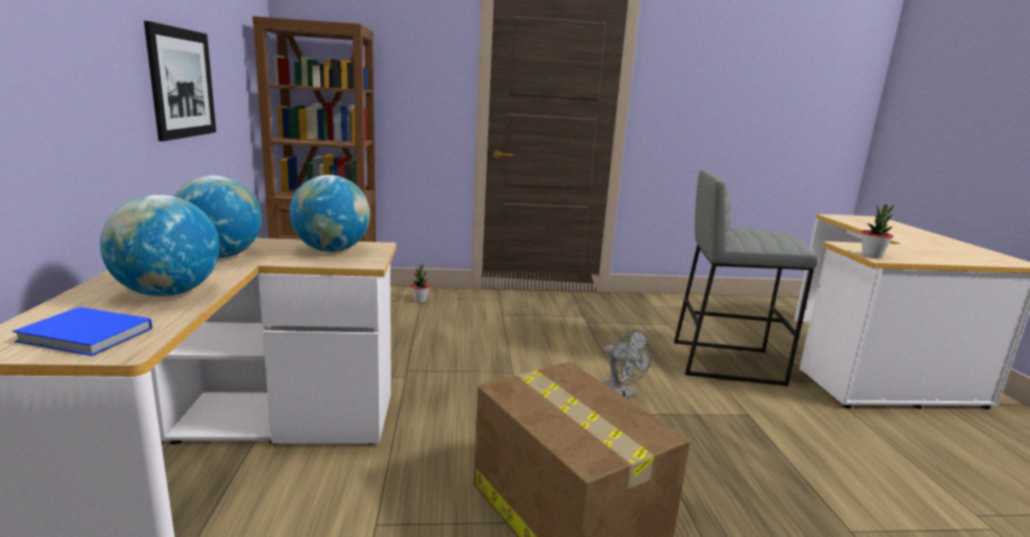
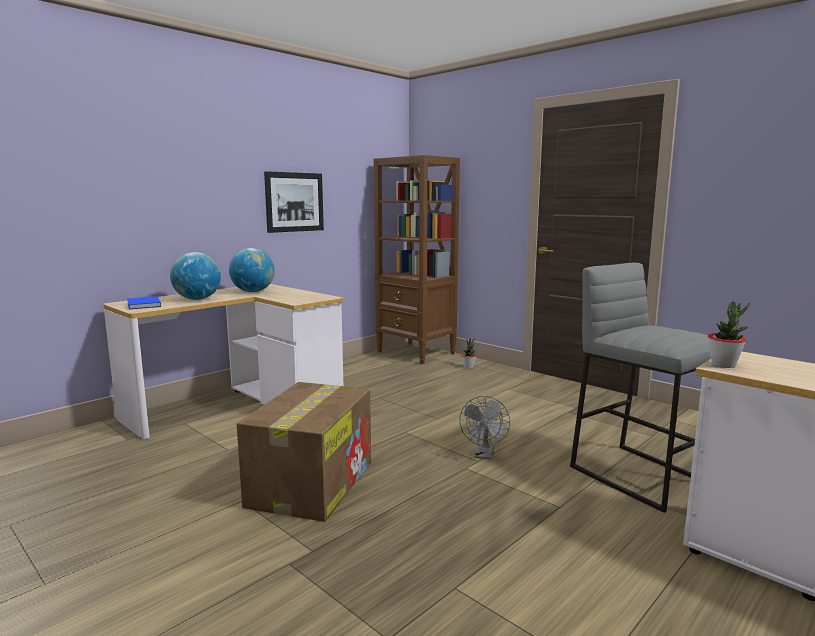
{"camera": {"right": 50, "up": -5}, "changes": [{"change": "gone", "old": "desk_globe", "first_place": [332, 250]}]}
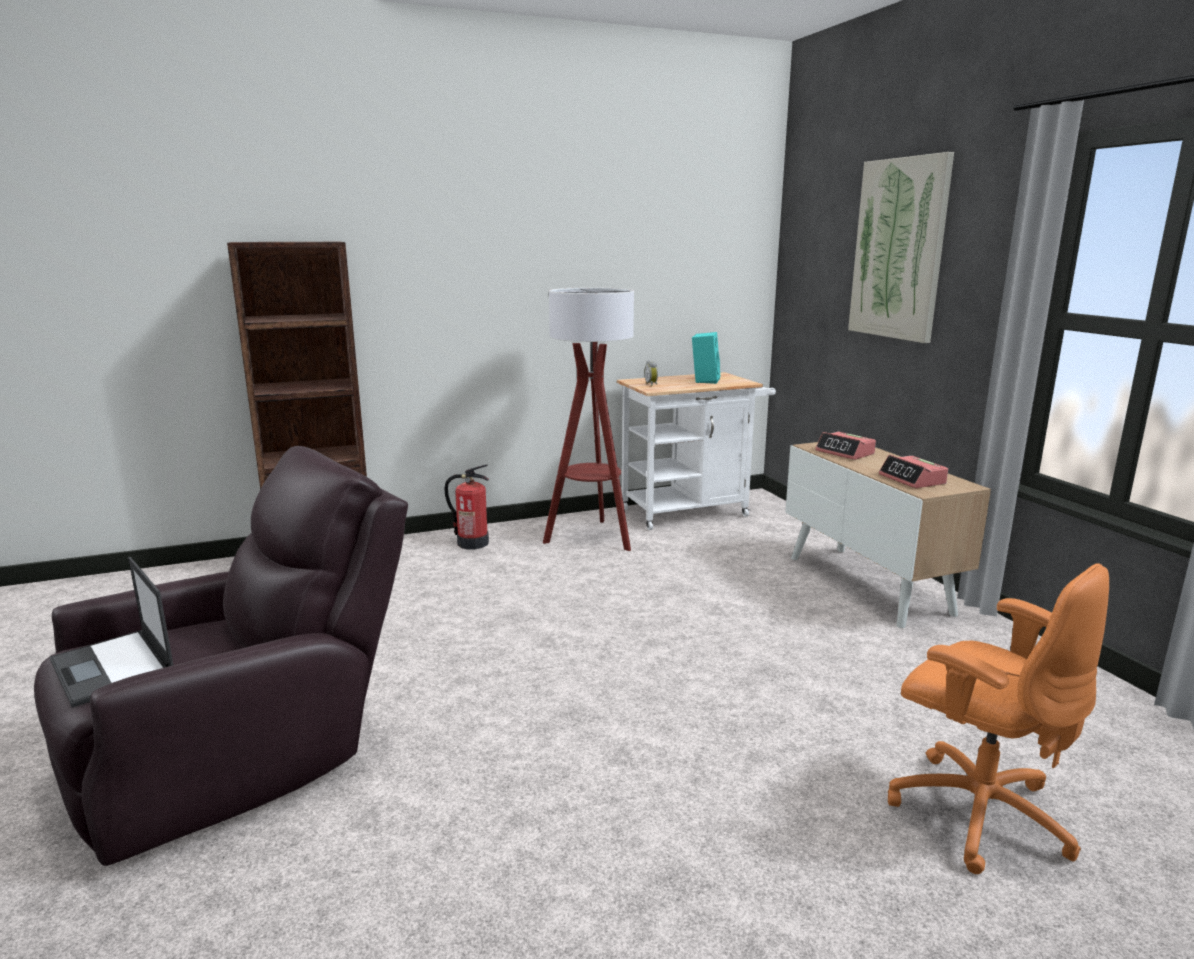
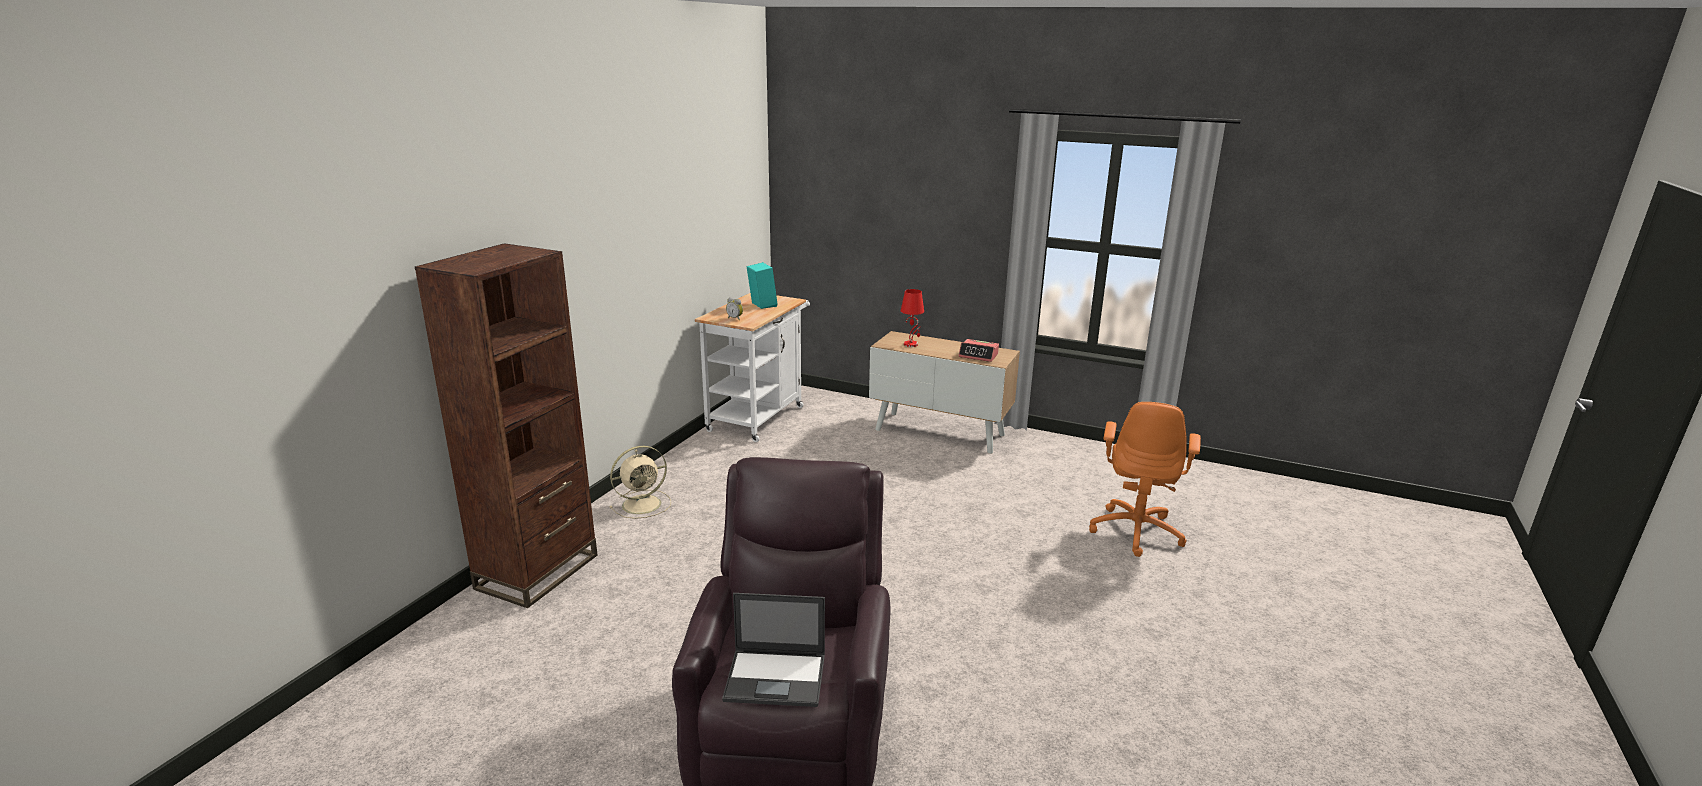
{"camera": {"right": -45, "up": 5}, "changes": [{"change": "gone", "old": "wall_picture", "first_place": [899, 249]}, {"change": "gone", "old": "standing_lamp", "first_place": [592, 537]}, {"change": "swapped", "old": "alarm_clock", "new": "reddish_table_lamp", "first_place": [845, 452], "second_place": [911, 344]}, {"change": "swapped", "old": "fire_extinguisher", "new": "beige-coloured_fan", "first_place": [472, 543], "second_place": [643, 504]}, {"change": "rotated", "old": "orangey_computer_chair", "first_place": [976, 811], "second_place": [1136, 531], "degrees": 105}]}
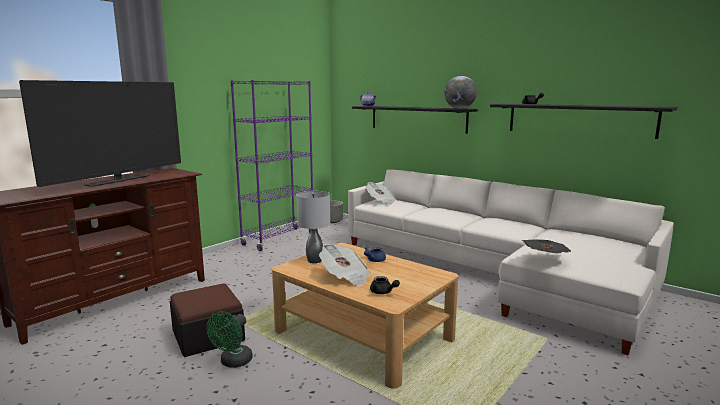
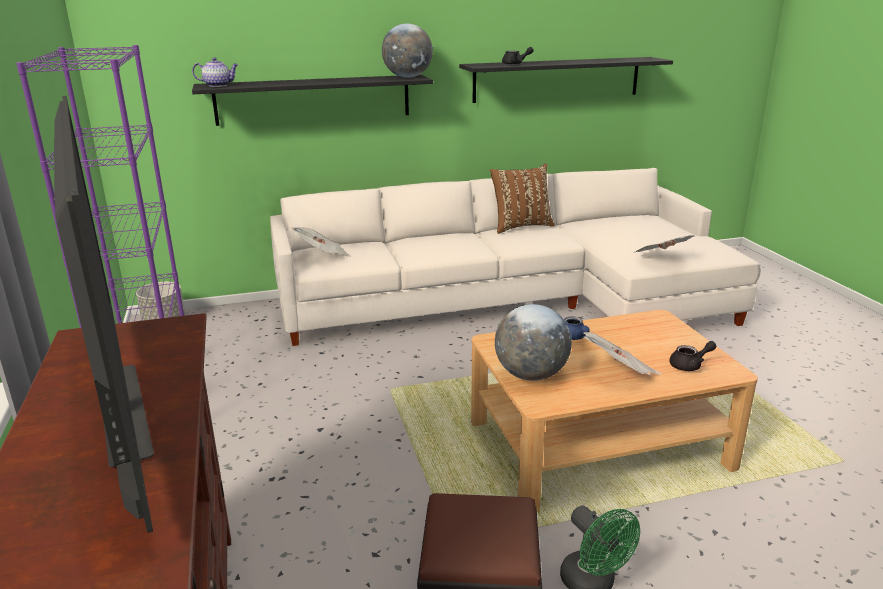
{"camera": {"right": -55, "up": 10}, "changes": [{"change": "swapped", "old": "greyish_table_lamp", "new": "desk_globe", "first_place": [315, 260], "second_place": [531, 375]}, {"change": "new", "new": "brown_cushion", "second_place": [520, 226]}]}
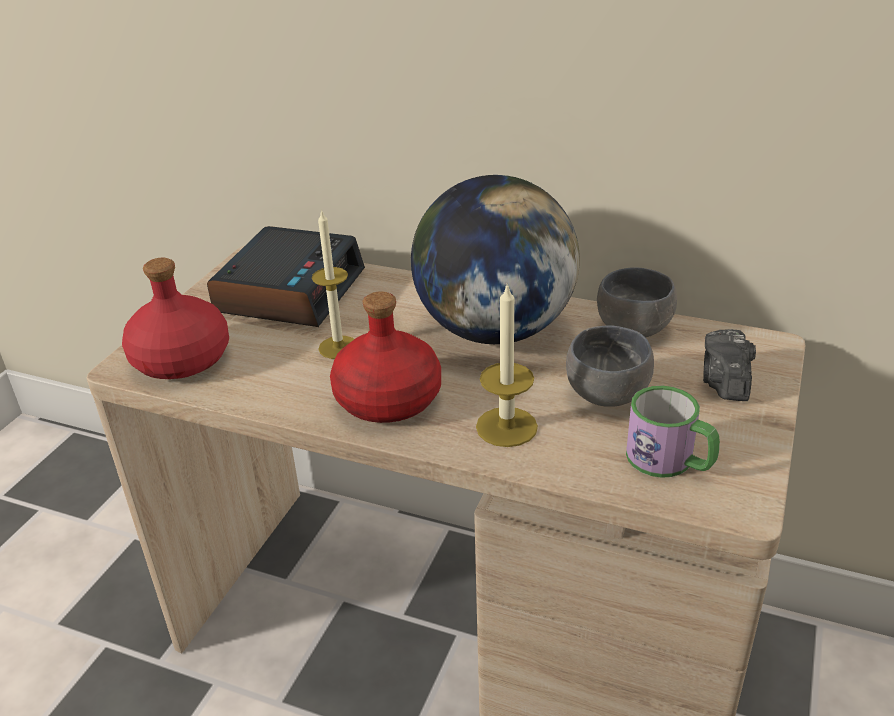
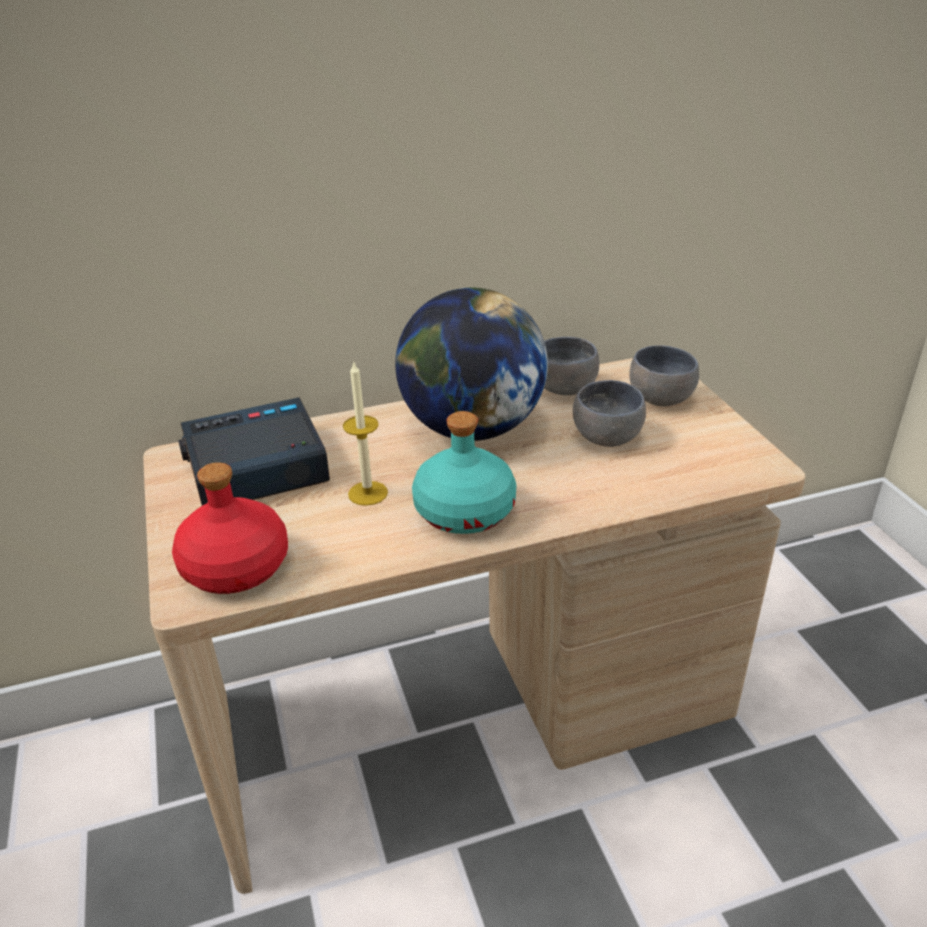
{"camera": {"right": -40, "up": 0}, "changes": [{"change": "rotated", "old": "alarm_clock", "first_place": [290, 290], "second_place": [255, 469], "degrees": -90}, {"change": "gone", "old": "wax_candle", "first_place": [506, 427]}, {"change": "repainted", "old": "reddish_beverage_bottle", "new": "blue-green_beverage_bottle", "first_place": [388, 400], "second_place": [466, 512]}, {"change": "swapped", "old": "photo_camera", "new": "greyish_serving_bowl", "first_place": [725, 383], "second_place": [663, 399]}, {"change": "gone", "old": "coffee_mug", "first_place": [670, 461]}]}
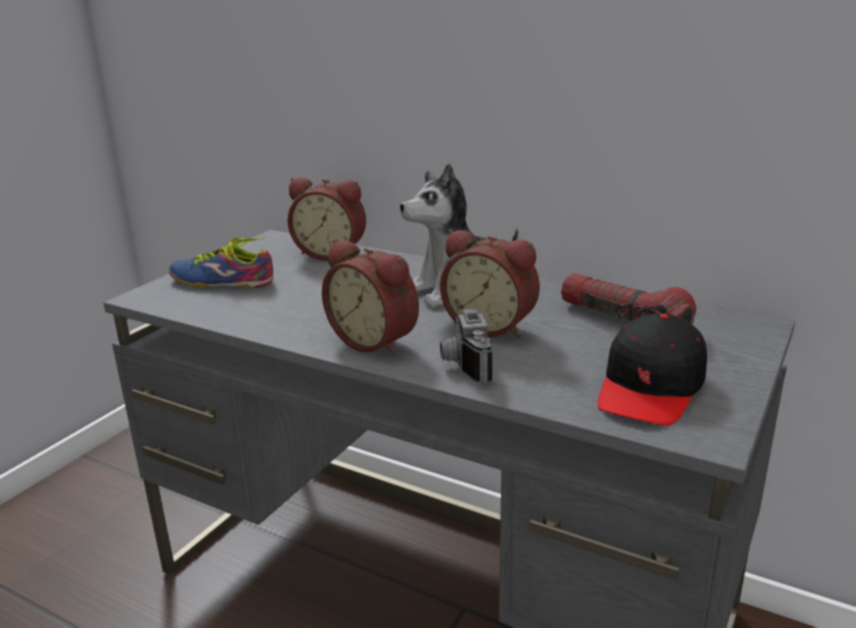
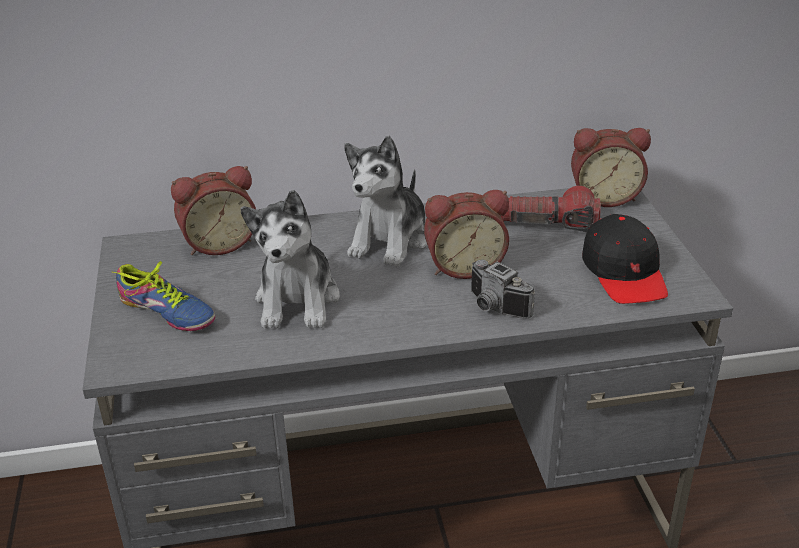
{"camera": {"right": -40, "up": 10}, "changes": [{"change": "rotated", "old": "shoe", "first_place": [223, 280], "second_place": [165, 314], "degrees": -120}, {"change": "shifted", "old": "alarm_clock", "first_place": [376, 341], "second_place": [604, 197]}, {"change": "new", "new": "plush_toy", "second_place": [298, 300]}]}
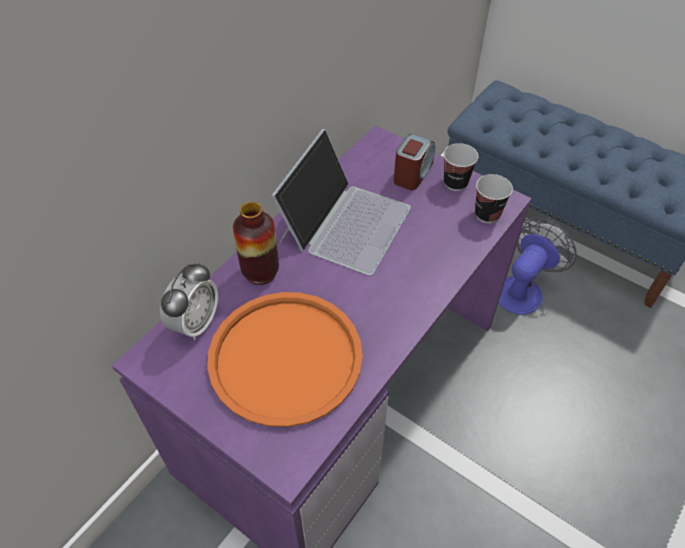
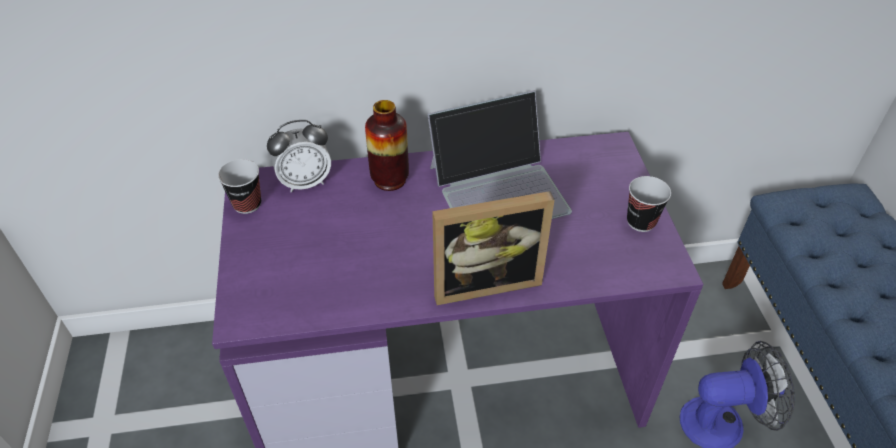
{"camera": {"right": 45, "up": -5}, "changes": [{"change": "gone", "old": "alarm_clock", "first_place": [412, 173]}, {"change": "shifted", "old": "drinking_cup", "first_place": [487, 214], "second_place": [247, 204]}, {"change": "gone", "old": "orangey_carrying_tray", "first_place": [285, 358]}, {"change": "new", "new": "standing_frame", "second_place": [484, 280]}]}
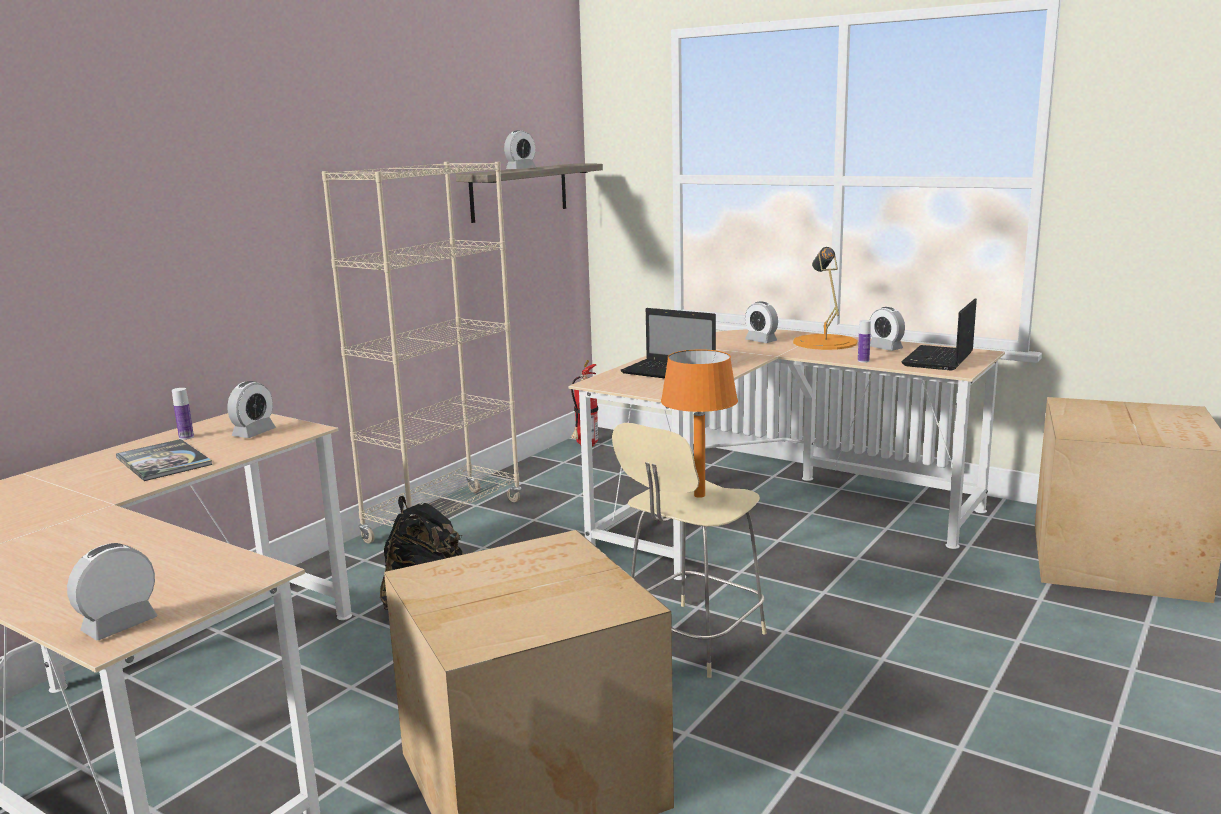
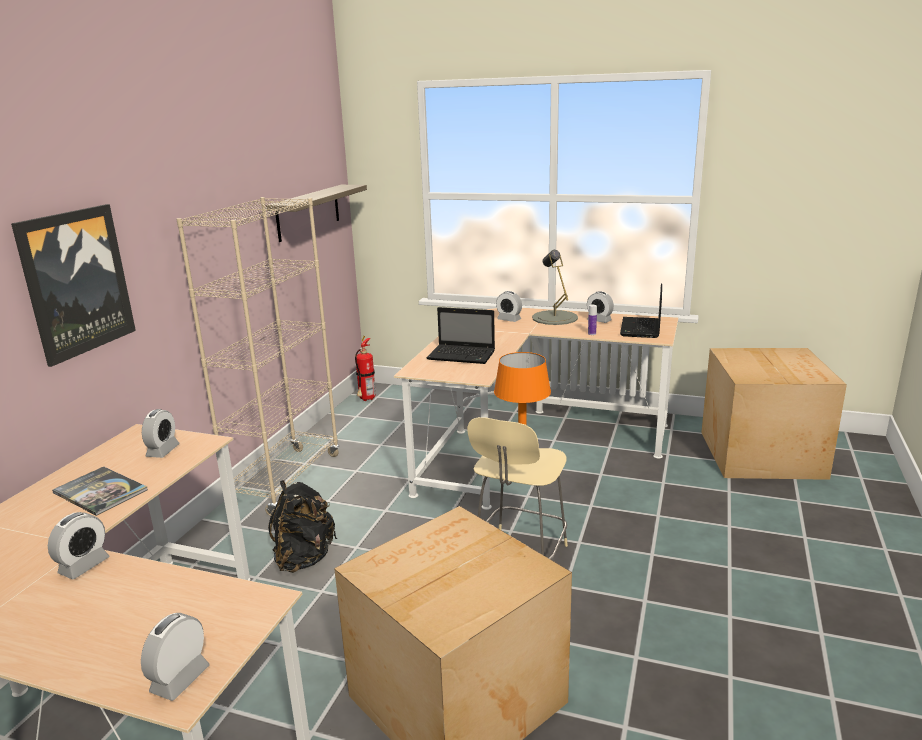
{"camera": {"right": -15, "up": 5}, "changes": [{"change": "shifted", "old": "alarm_clock", "first_place": [521, 169], "second_place": [84, 566]}, {"change": "repainted", "old": "orangey_table_lamp", "new": "greyish_table_lamp", "first_place": [824, 342], "second_place": [554, 318]}, {"change": "gone", "old": "beverage_bottle", "first_place": [186, 437]}, {"change": "new", "new": "wall_picture", "second_place": [76, 282]}]}
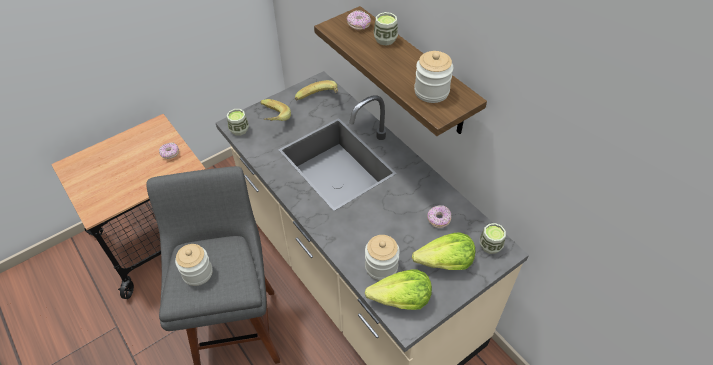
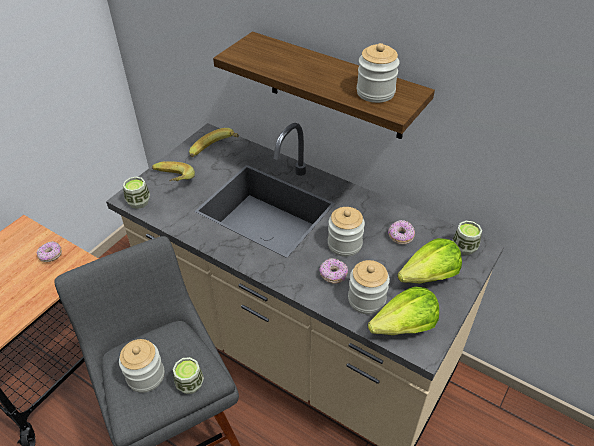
{"camera": {"right": -20, "up": -5}, "changes": [{"change": "shifted", "old": "doughnut", "first_place": [359, 25], "second_place": [333, 275]}, {"change": "shifted", "old": "drinking_cup", "first_place": [385, 39], "second_place": [190, 384]}, {"change": "new", "new": "preserve_jar", "second_place": [344, 244]}]}
